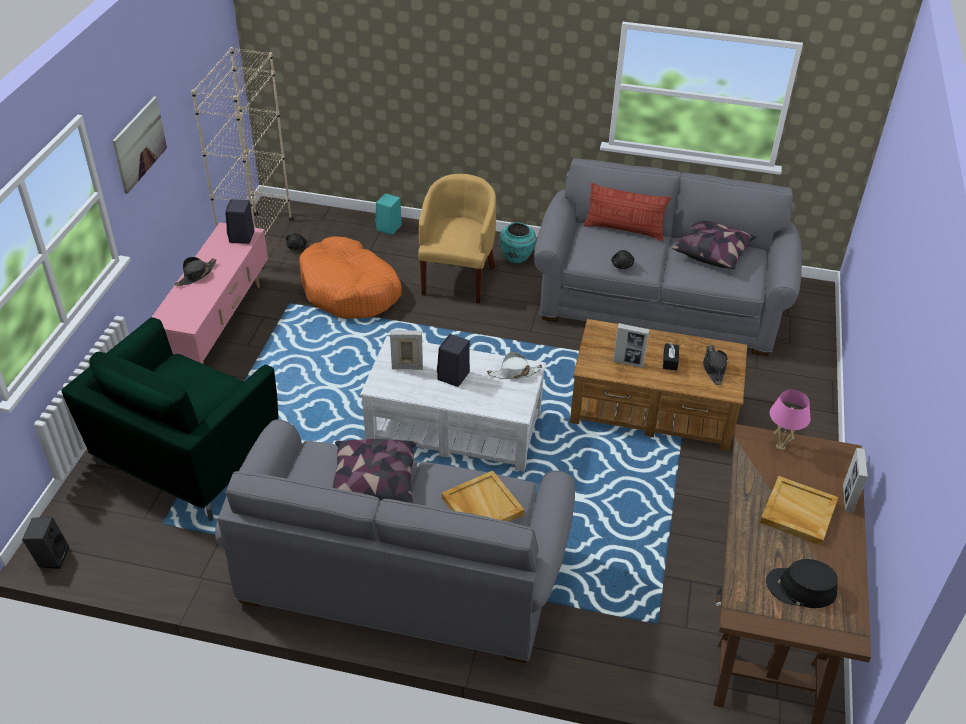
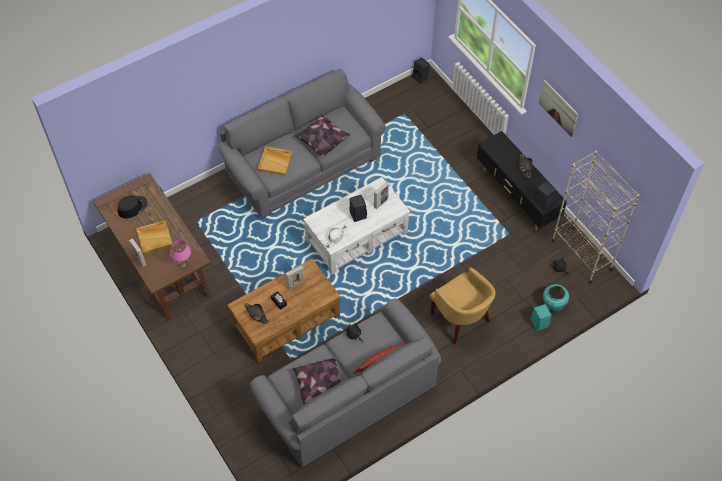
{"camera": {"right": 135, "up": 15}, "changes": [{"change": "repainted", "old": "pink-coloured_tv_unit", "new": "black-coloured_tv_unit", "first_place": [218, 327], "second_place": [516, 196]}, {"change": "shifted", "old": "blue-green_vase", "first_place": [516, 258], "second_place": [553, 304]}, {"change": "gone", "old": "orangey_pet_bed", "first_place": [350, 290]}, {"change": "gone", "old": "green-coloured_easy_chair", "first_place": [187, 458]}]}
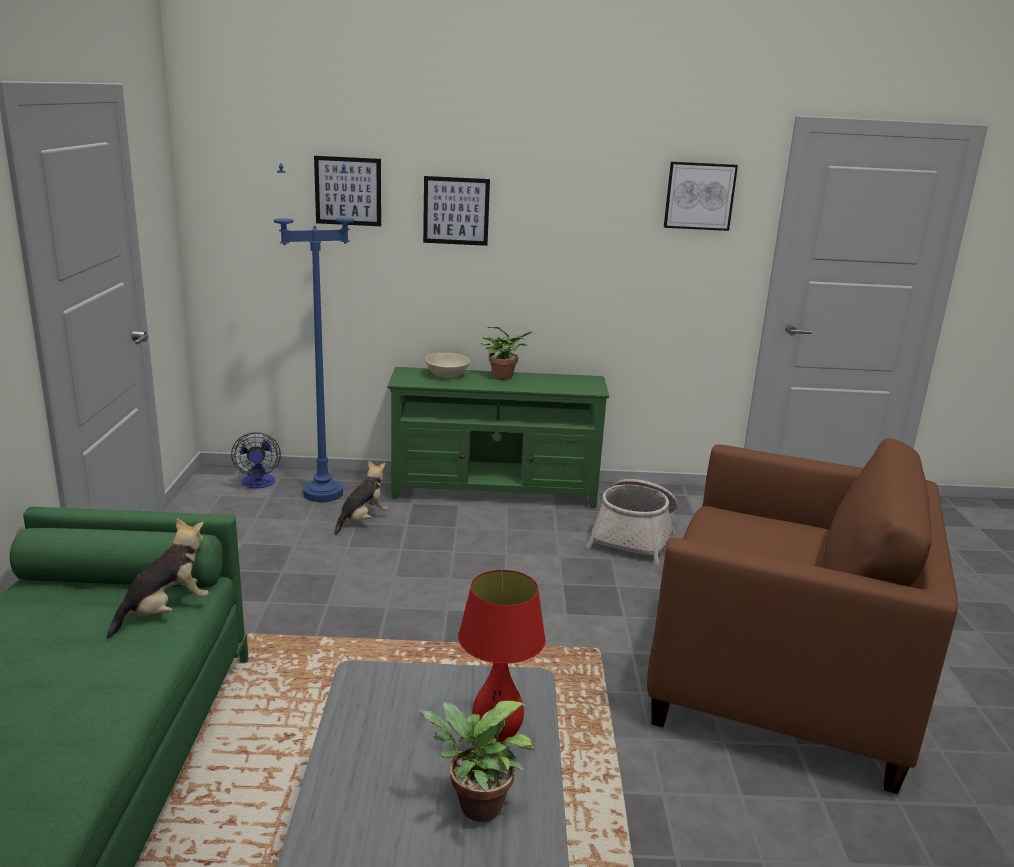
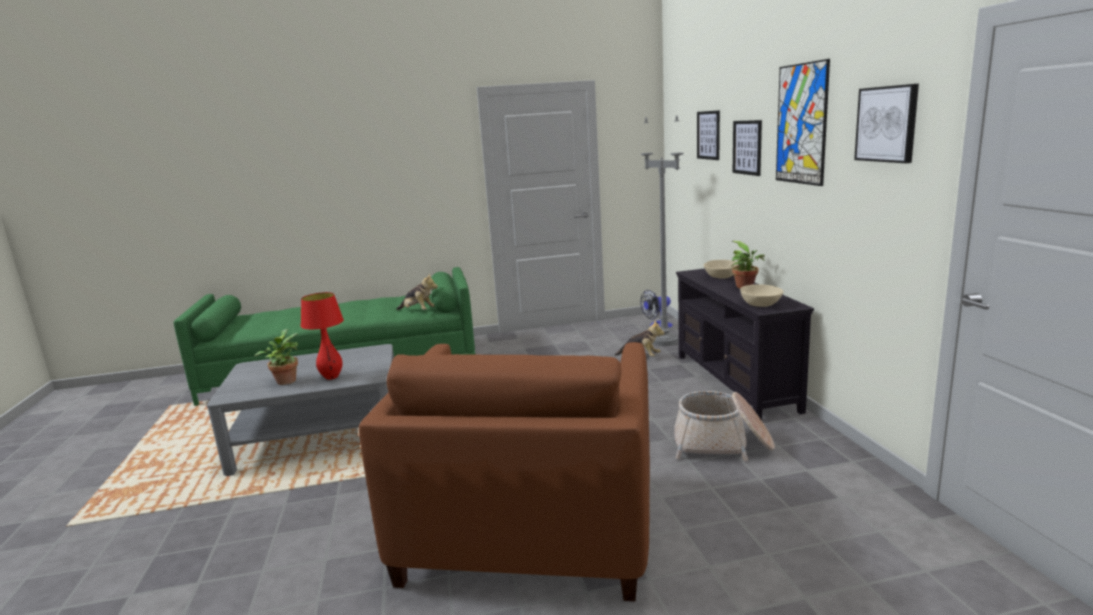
{"camera": {"right": 80, "up": -5}, "changes": [{"change": "repainted", "old": "blue_standing_lamp", "new": "greyish_standing_lamp", "first_place": [323, 493], "second_place": [664, 341]}, {"change": "repainted", "old": "green-coloured_tv_unit", "new": "black-coloured_tv_unit", "first_place": [494, 491], "second_place": [735, 382]}, {"change": "new", "new": "wall_picture", "second_place": [801, 124]}, {"change": "new", "new": "beige-coloured_serving_bowl", "second_place": [761, 304]}]}
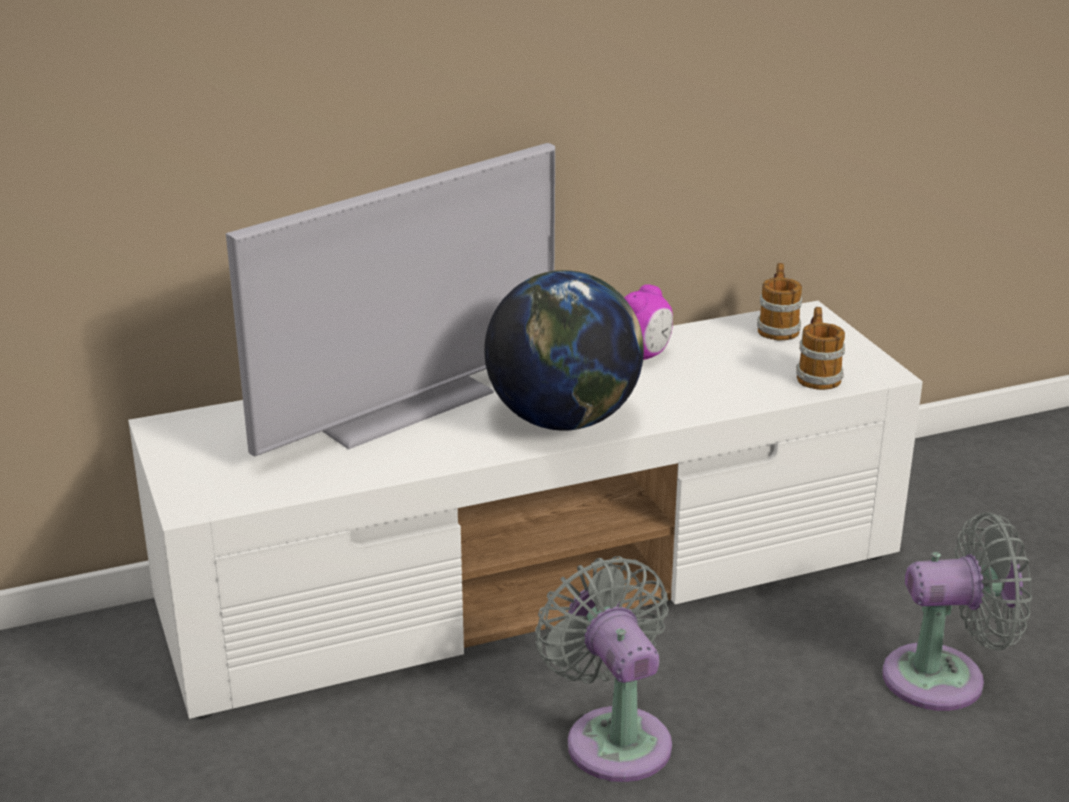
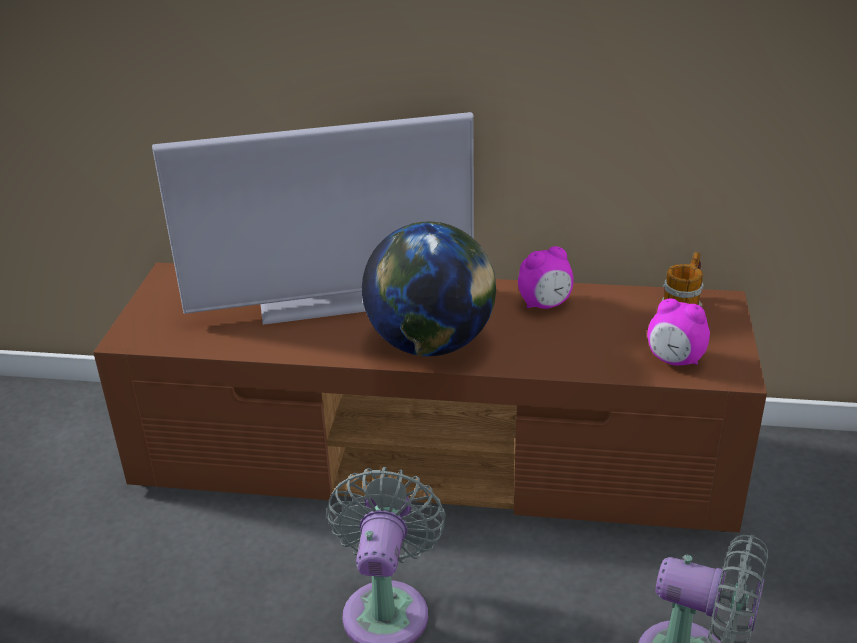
{"camera": {"right": 30, "up": 5}, "changes": [{"change": "repainted", "old": "white_tv_unit", "new": "brown_tv_unit", "first_place": [538, 583], "second_place": [437, 460]}, {"change": "swapped", "old": "coffee_mug", "new": "alarm_clock", "first_place": [817, 375], "second_place": [674, 361]}]}
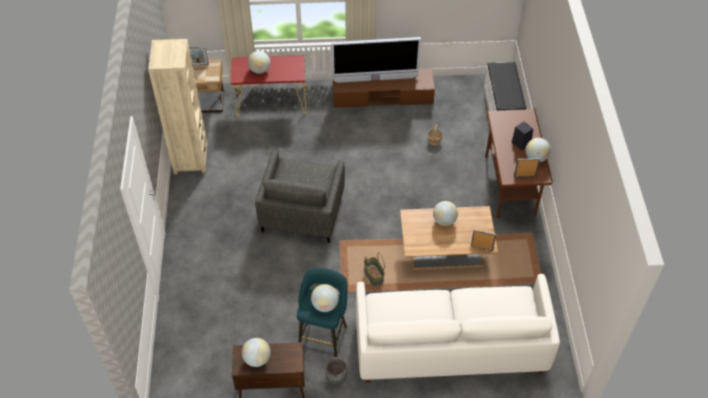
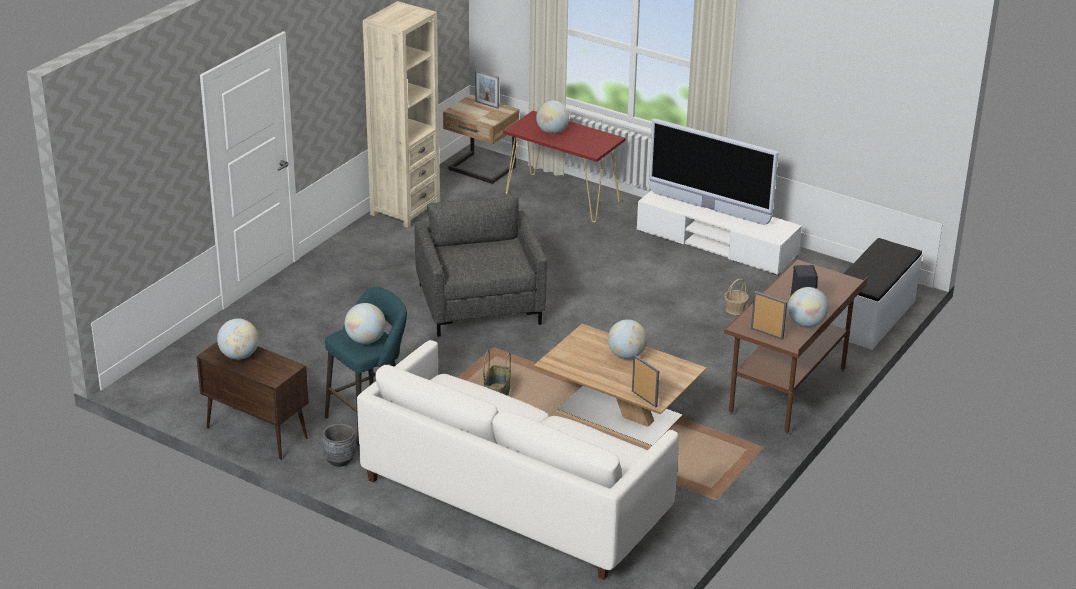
{"camera": {"right": 35, "up": -20}, "changes": [{"change": "repainted", "old": "brown_tv_unit", "new": "white_tv_unit", "first_place": [382, 96], "second_place": [716, 243]}, {"change": "rotated", "old": "greyish_easy_chair", "first_place": [302, 211], "second_place": [480, 304], "degrees": 120}]}
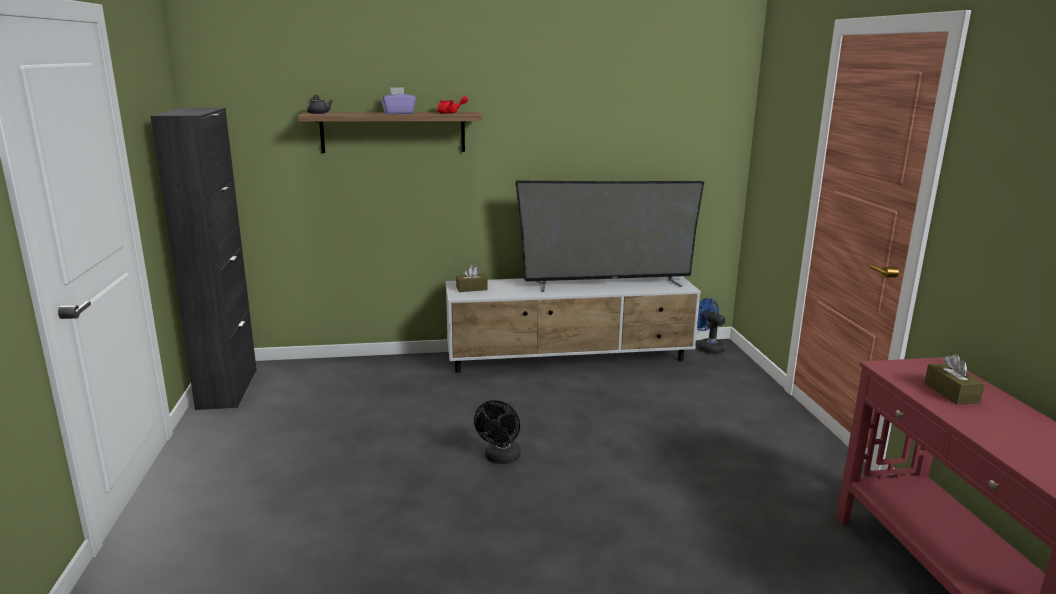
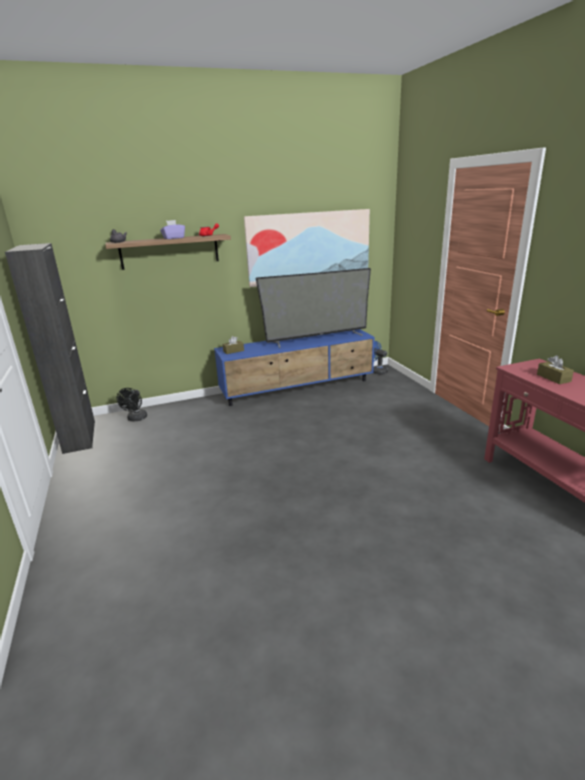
{"camera": {"right": -10, "up": 5}, "changes": [{"change": "repainted", "old": "white_tv_unit", "new": "blue_tv_unit", "first_place": [570, 360], "second_place": [298, 389]}, {"change": "shifted", "old": "black-coloured_fan", "first_place": [501, 459], "second_place": [136, 419]}, {"change": "new", "new": "wall_picture", "second_place": [309, 247]}]}
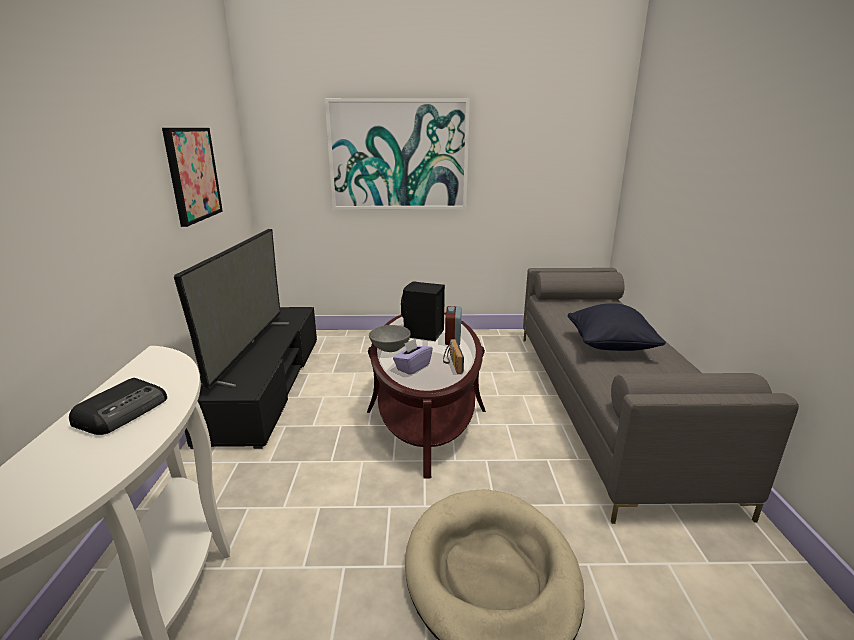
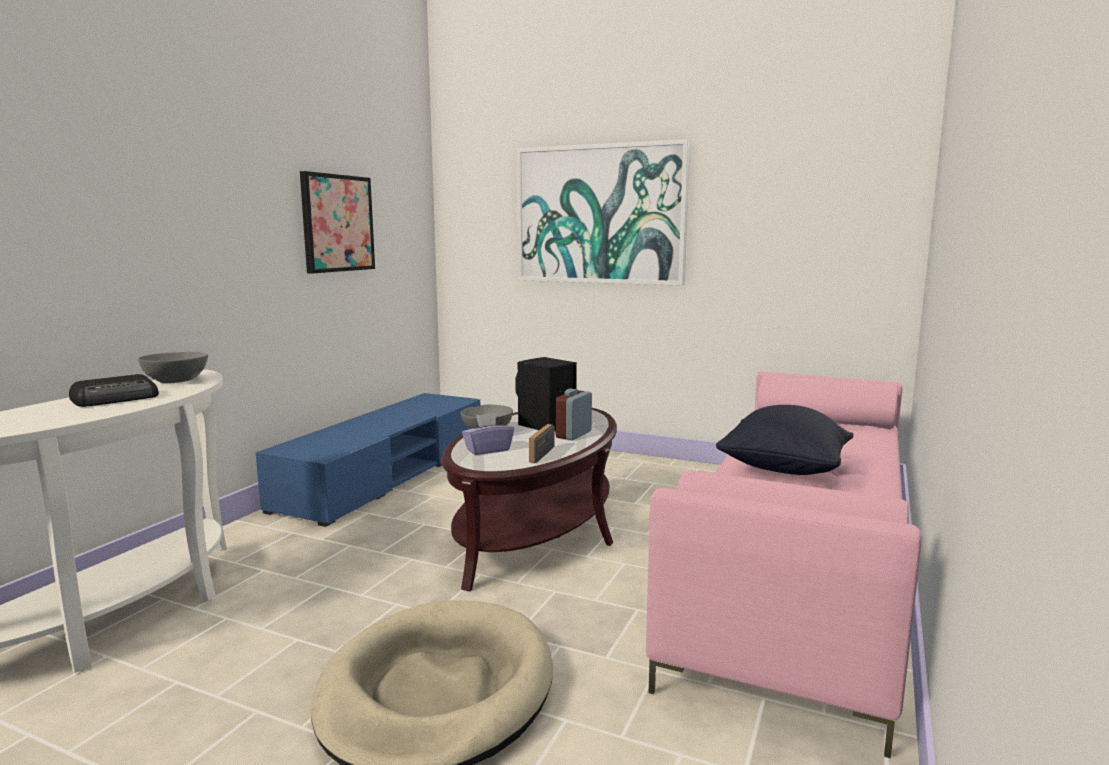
{"camera": {"right": 25, "up": -10}, "changes": [{"change": "gone", "old": "TV", "first_place": [248, 351]}, {"change": "repainted", "old": "greyish_couch", "new": "pink-coloured_couch", "first_place": [606, 405], "second_place": [800, 573]}, {"change": "repainted", "old": "black-coloured_tv_unit", "new": "blue_tv_unit", "first_place": [265, 385], "second_place": [386, 475]}, {"change": "new", "new": "greyish_serving_bowl", "second_place": [176, 381]}]}
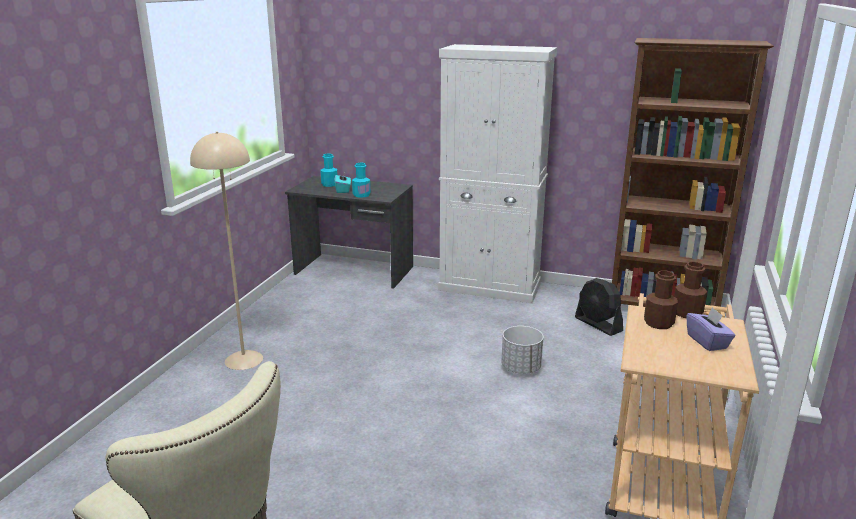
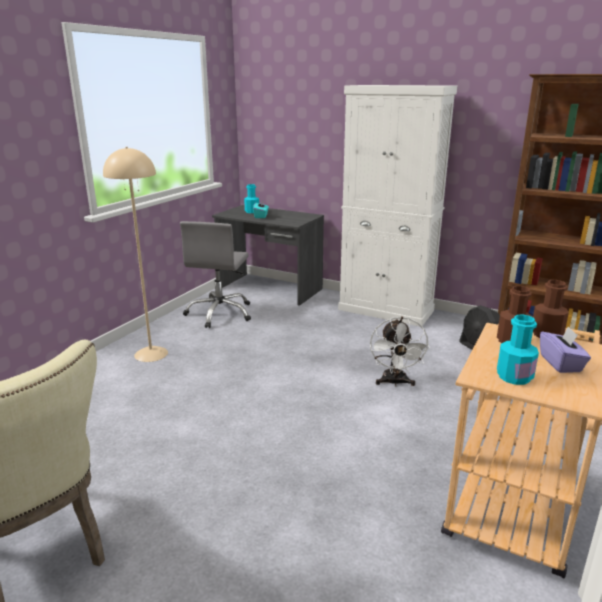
{"camera": {"right": 10, "up": 0}, "changes": [{"change": "shifted", "old": "blue-green_beverage_bottle", "first_place": [361, 195], "second_place": [514, 377]}, {"change": "swapped", "old": "white_flower_pot", "new": "white_fan", "first_place": [521, 368], "second_place": [395, 382]}, {"change": "new", "new": "greyish_computer_chair", "second_place": [220, 313]}]}
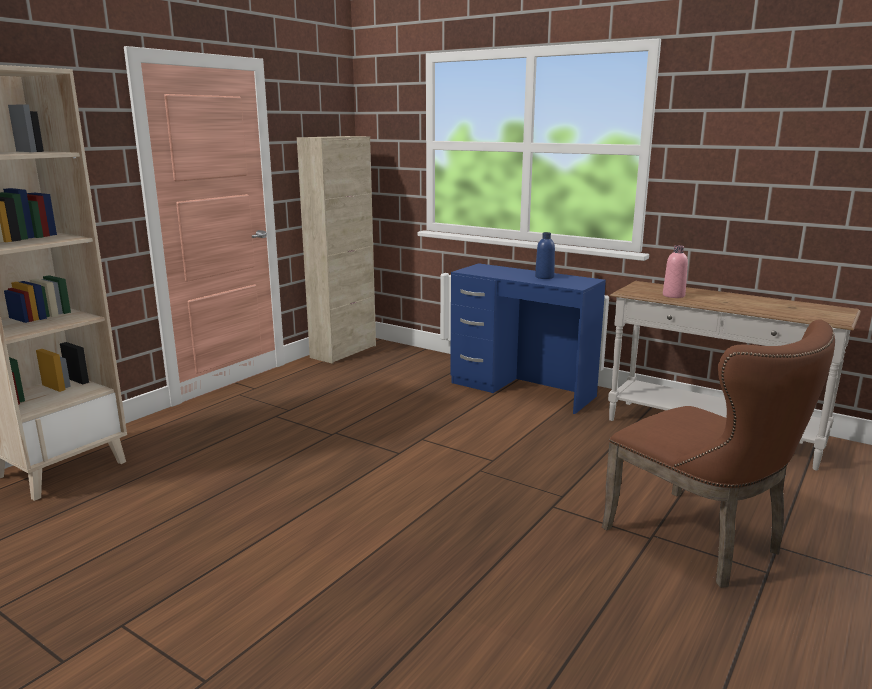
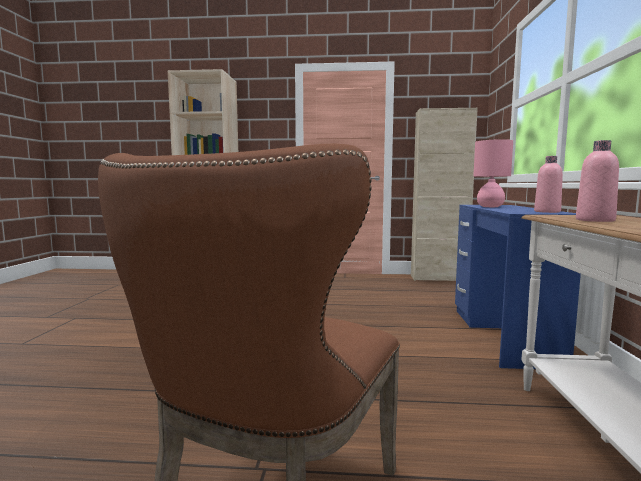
{"camera": {"right": 60, "up": -10}, "changes": [{"change": "gone", "old": "blue_beverage_bottle", "first_place": [544, 277]}, {"change": "new", "new": "pink-coloured_table_lamp", "second_place": [489, 207]}, {"change": "new", "new": "pink-coloured_beverage_bottle", "second_place": [547, 211]}]}
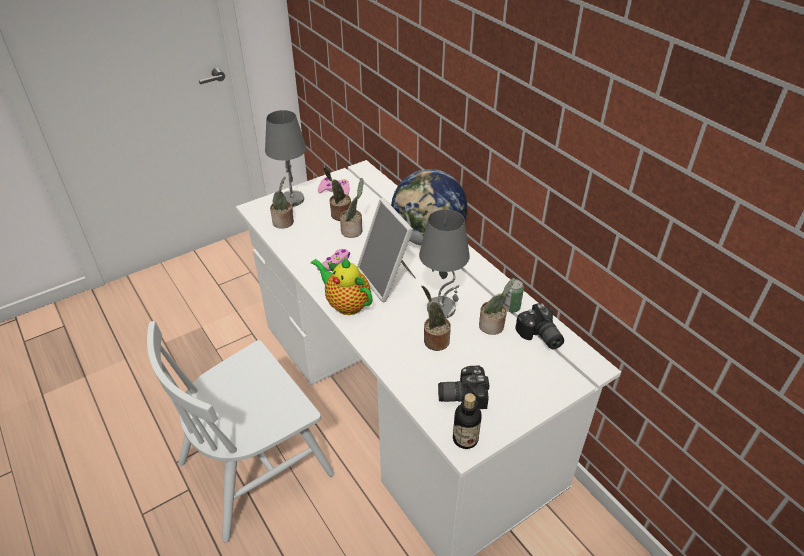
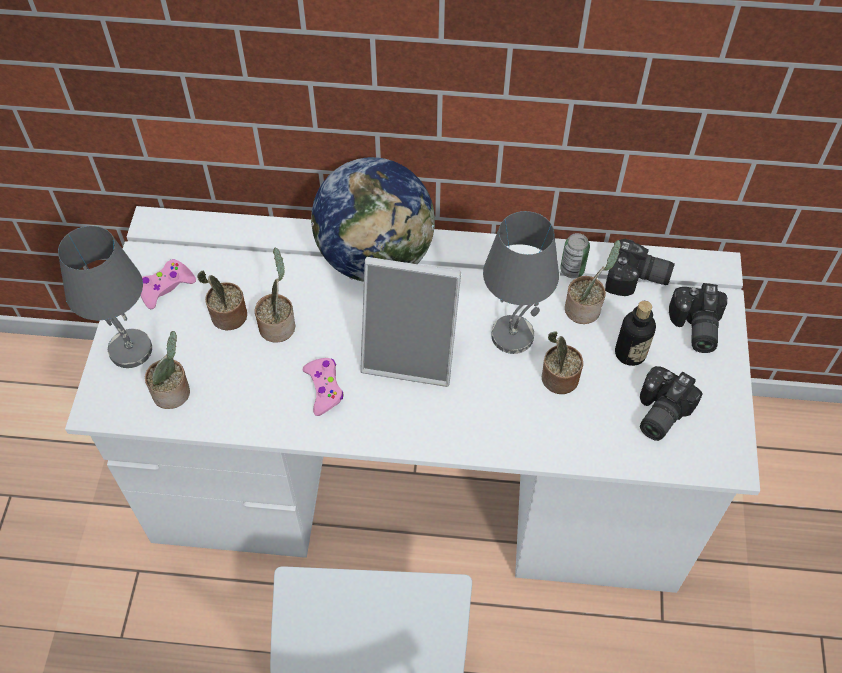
{"camera": {"right": -50, "up": 15}, "changes": [{"change": "gone", "old": "pot_for_tea", "first_place": [346, 304]}, {"change": "shifted", "old": "beverage_bottle", "first_place": [465, 439], "second_place": [630, 353]}, {"change": "new", "new": "photo_camera", "second_place": [694, 328]}]}
